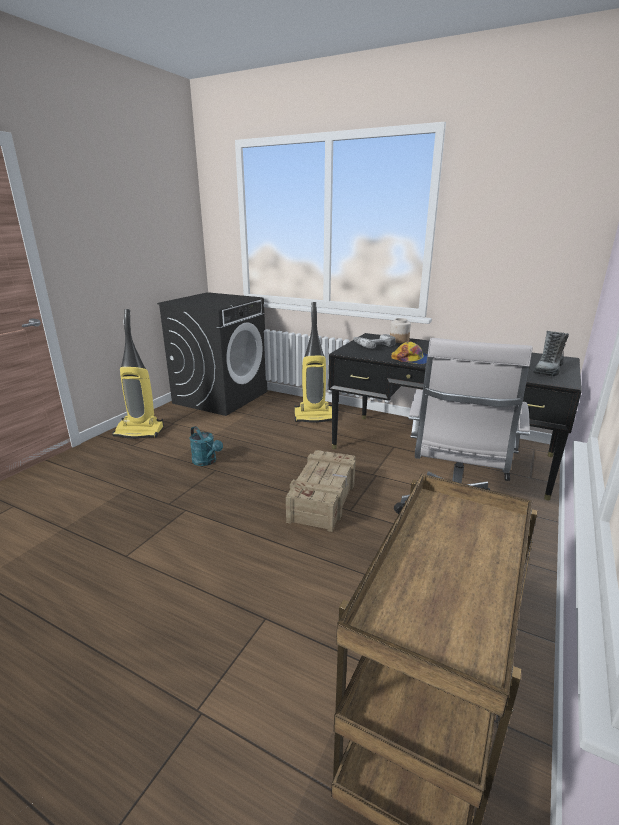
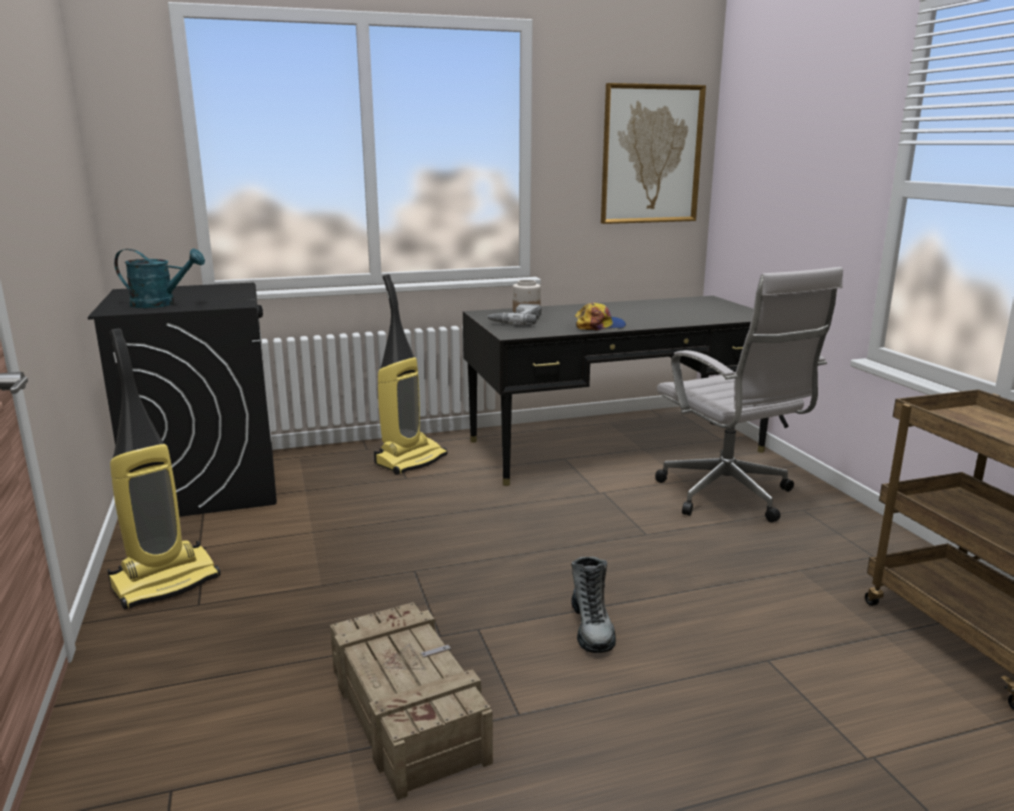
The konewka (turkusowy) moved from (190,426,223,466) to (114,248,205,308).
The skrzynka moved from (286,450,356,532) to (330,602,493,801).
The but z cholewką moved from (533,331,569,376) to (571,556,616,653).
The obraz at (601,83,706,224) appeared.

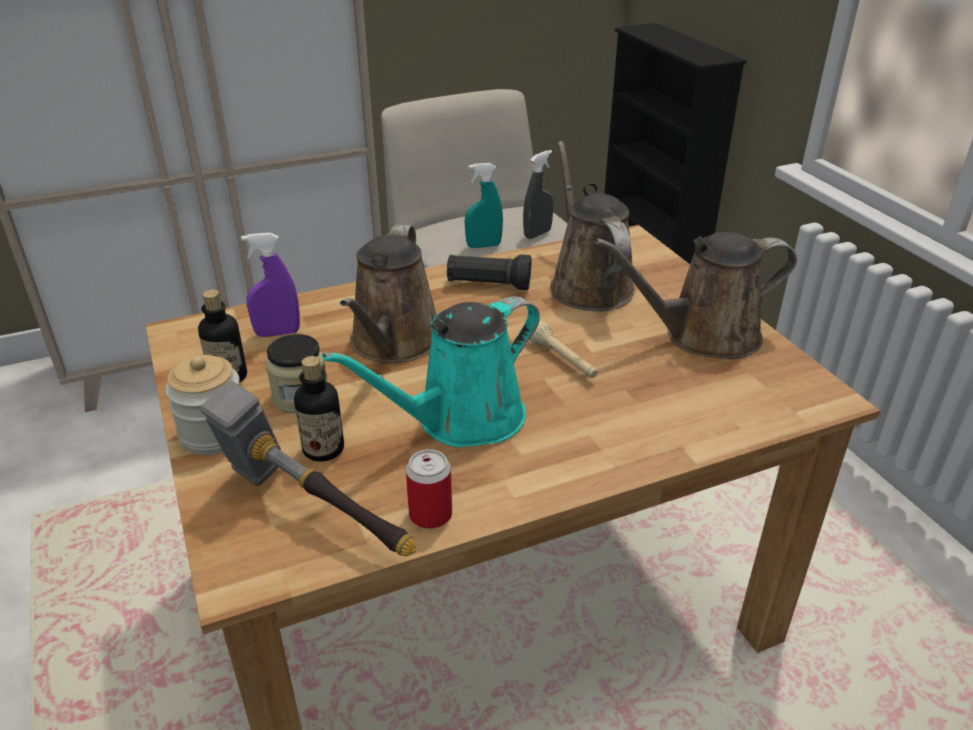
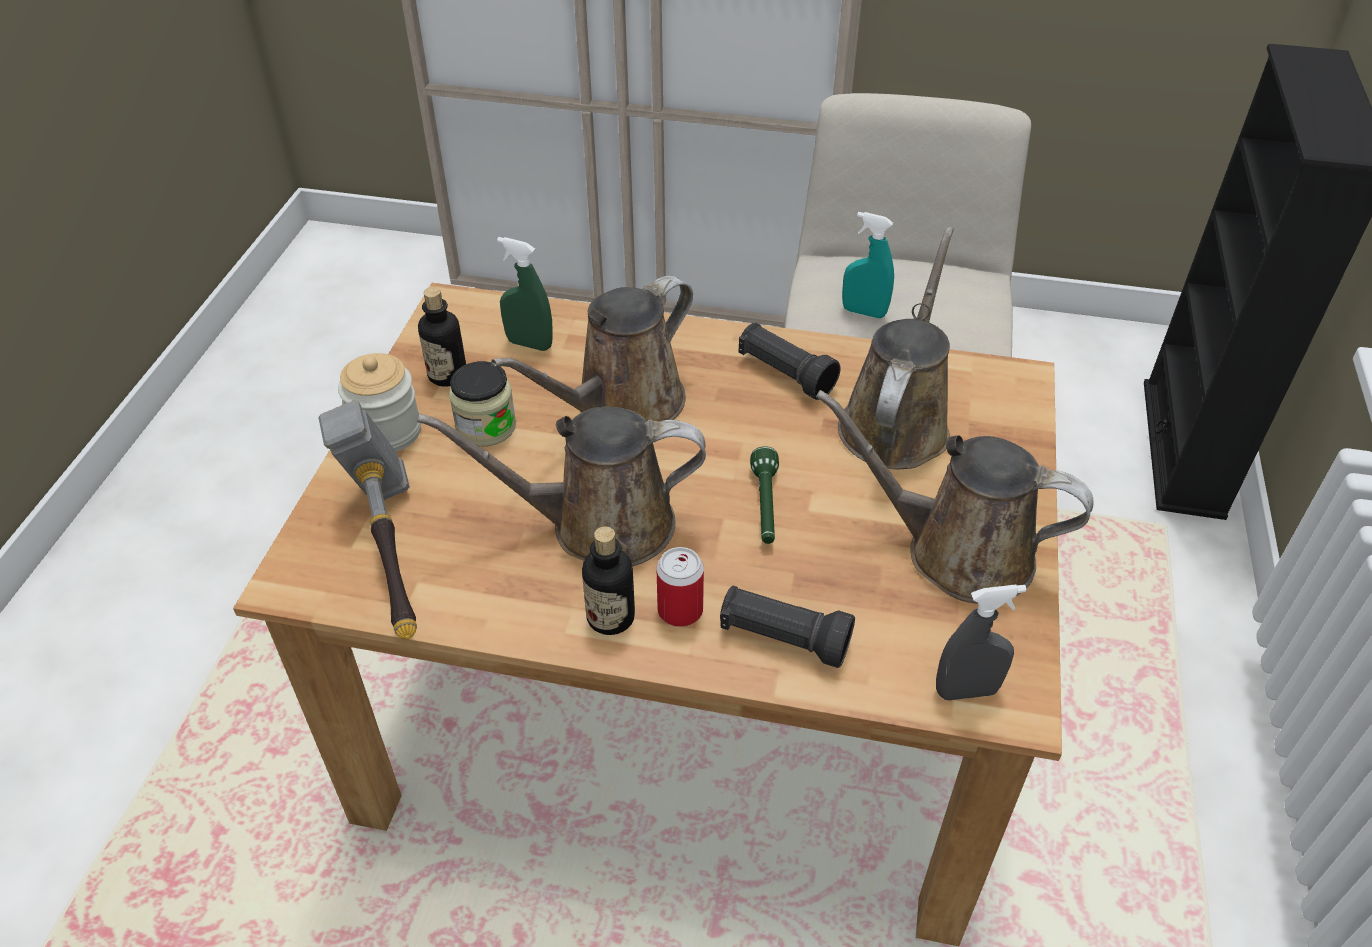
The spryskiwacz (fioletowy) at (241,233,300,337) became the spryskiwacz (zielony) at (497,237,553,351).
The butelka moved from (294,356,344,462) to (582,527,635,635).
The konewka (turkusowy) at (322,296,540,447) became the konewka (brązowy) at (417,406,706,567).
The puszka moved from (406,449,452,529) to (656,547,704,627).
The spryskiwacz (szary) moved from (523,150,553,239) to (936,585,1027,700).
The latarka (beżowy) at (530,320,598,378) became the latarka (zielony) at (750,446,779,544).
The latarka (czarny) at (720,586,855,668) appeared.

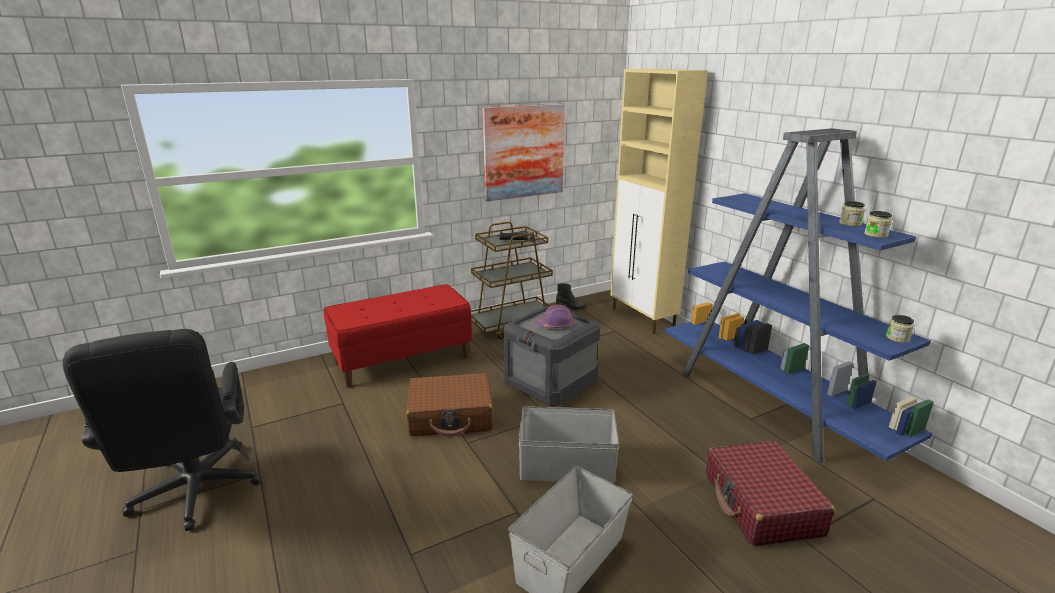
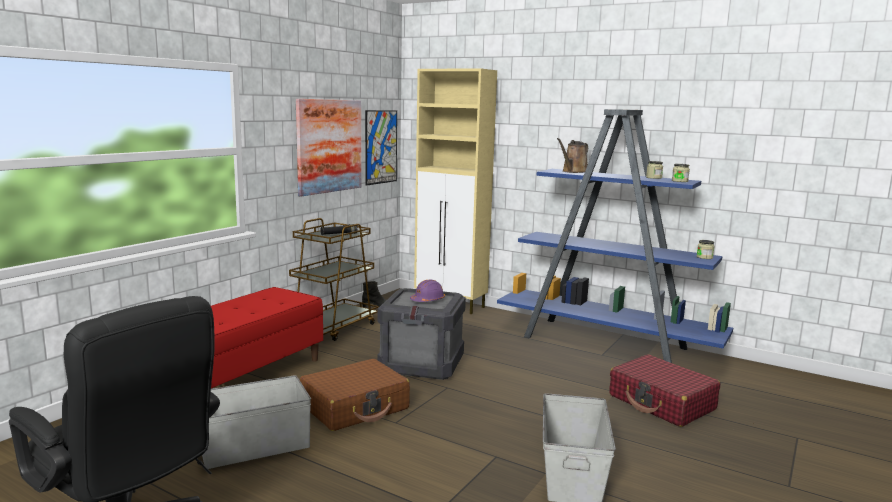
The pojemnik do przechowywania (szary) moved from (519,406,619,484) to (202,375,311,469).
The obraz at (365,110,397,186) appeared.
The konewka (brązowy) at (557,138,588,173) appeared.

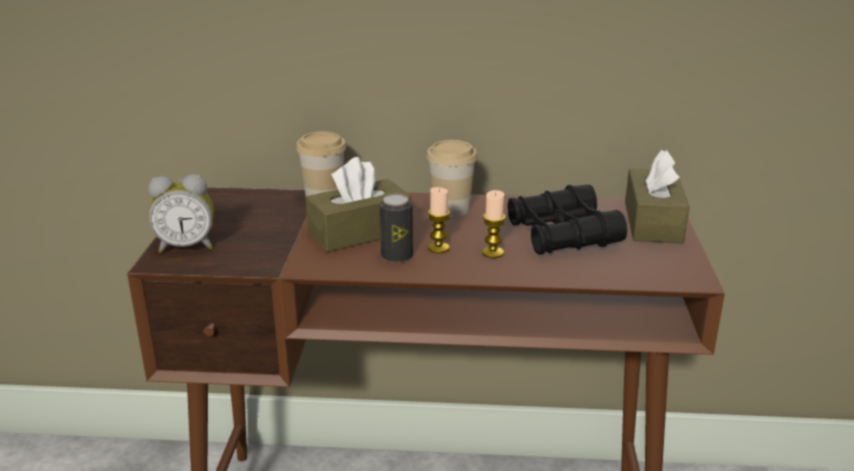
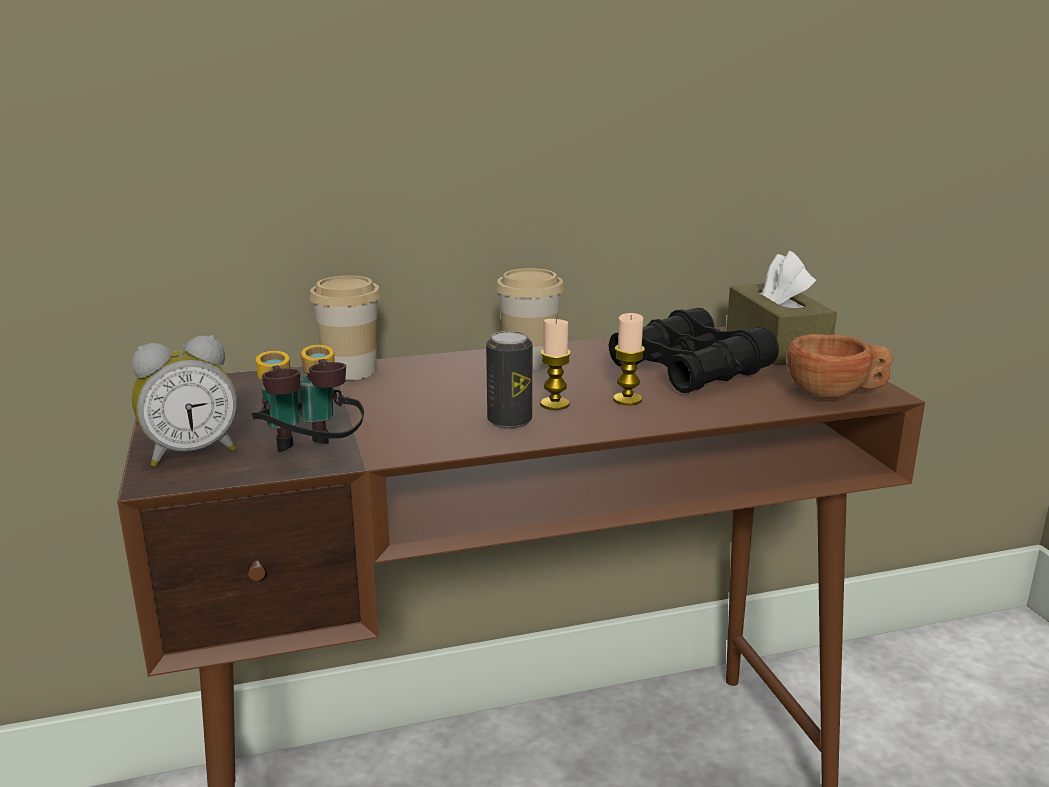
The pudełko chusteczek (brązowy) at (306,157,411,252) disappeared.
The lornetka at (251,345,364,452) appeared.
The filiżanka (brązowy) at (787,334,893,399) appeared.

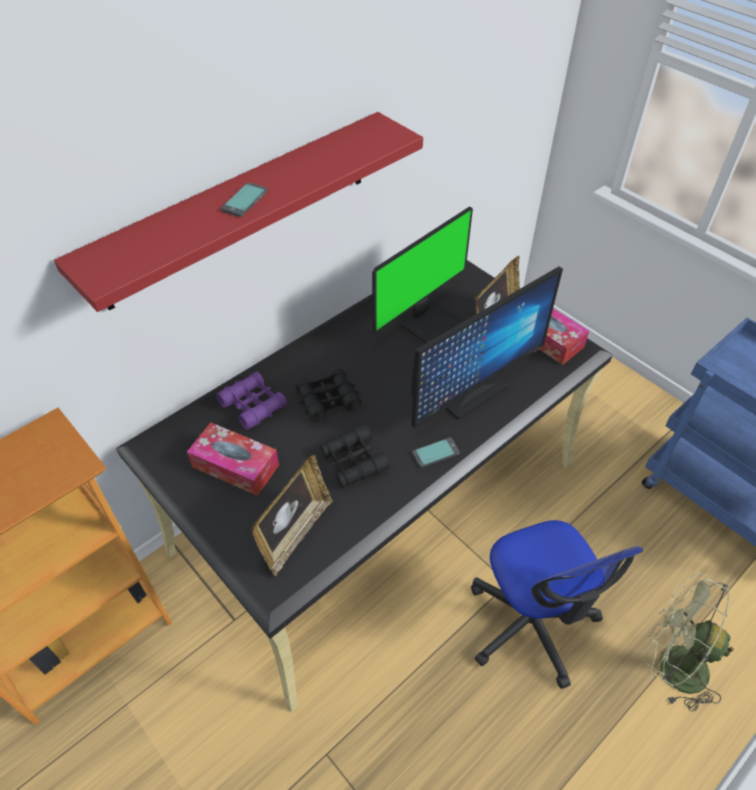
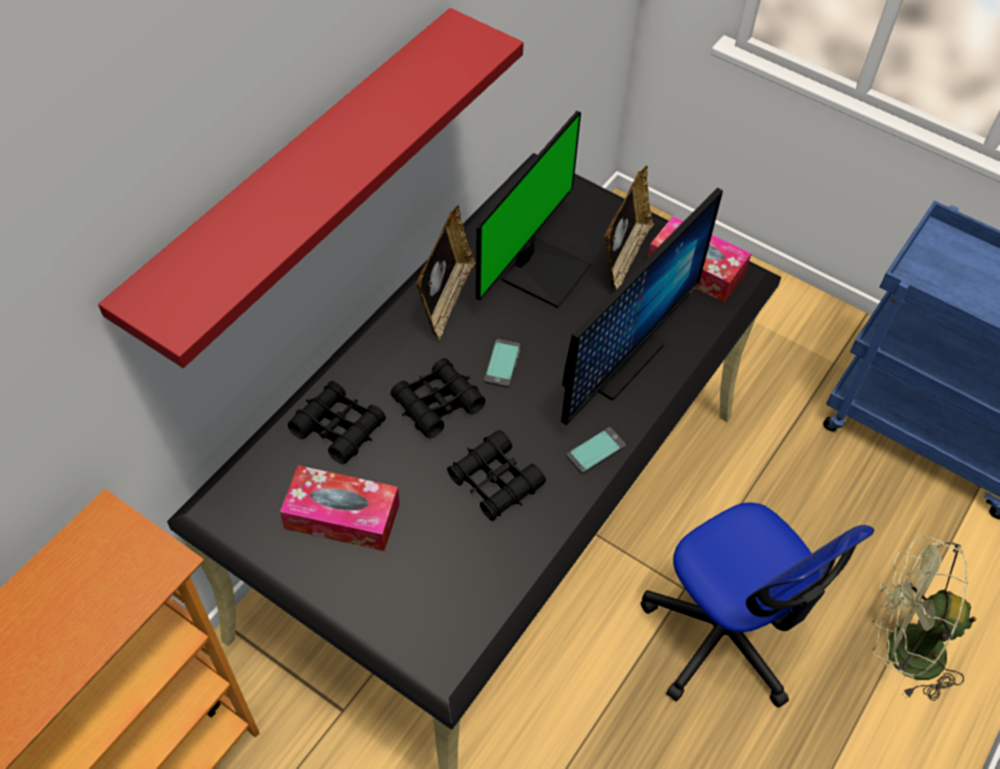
The lornetka (fioletowy) at (216,371,287,430) became the lornetka (czarny) at (288,381,386,464).
The telefon moved from (221,183,267,217) to (484,339,520,388).
The ramka na zdjęcie moved from (251,455,333,576) to (416,205,476,340).

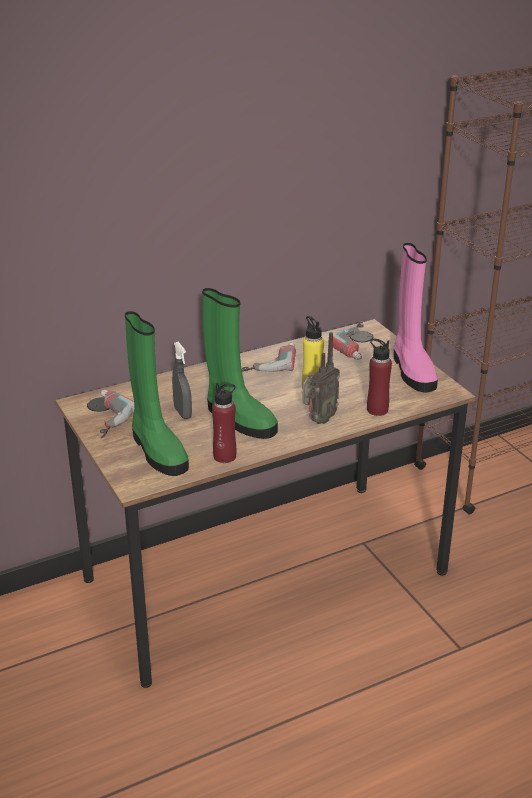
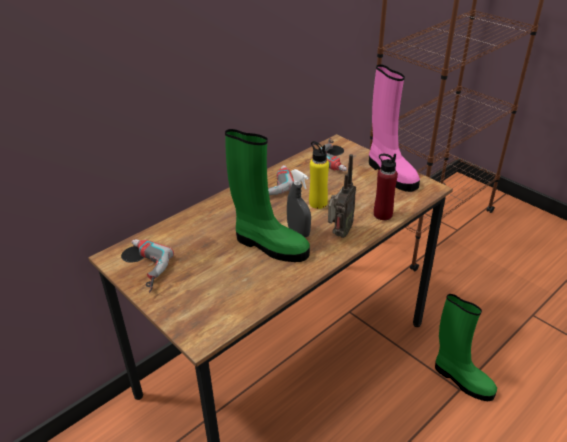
The but z cholewką (zielony) moved from (125,311,189,476) to (435,294,497,401).
The spryskiwacz (szary) moved from (172,342,192,419) to (287,169,311,237).
The butelka (czerwony) at (212,383,236,463) disappeared.

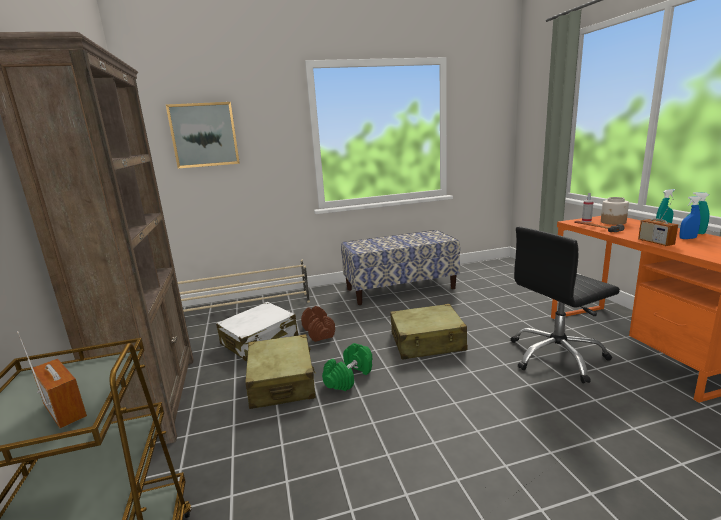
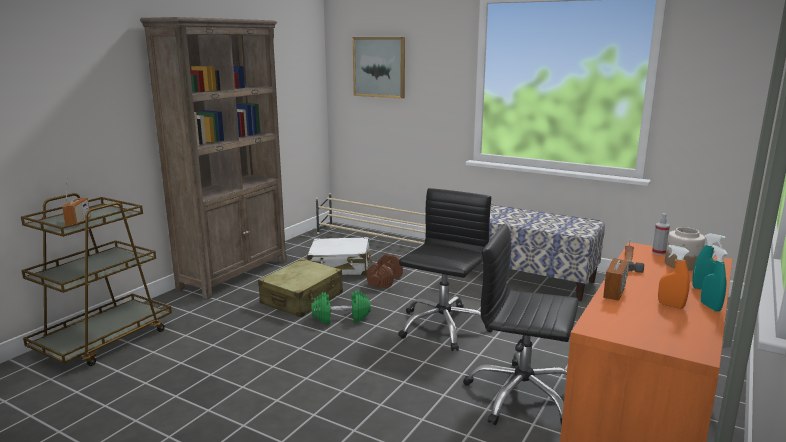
The walizka (beżowy) at (390,304,467,360) was replaced by the krzesło biurowe (czarny) at (398,188,493,351).
The spryskiwacz (niebieski) at (679,196,701,239) became the spryskiwacz (pomarańczowy) at (658,245,690,309).

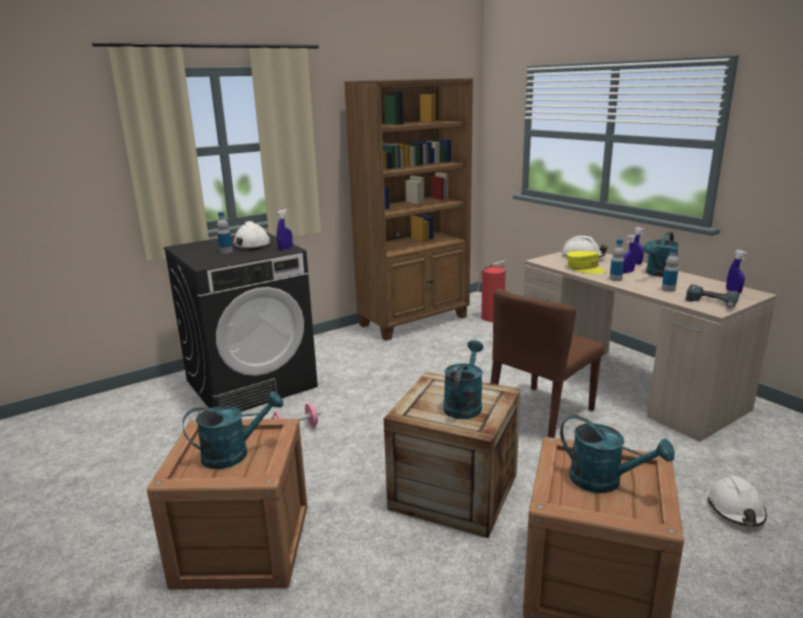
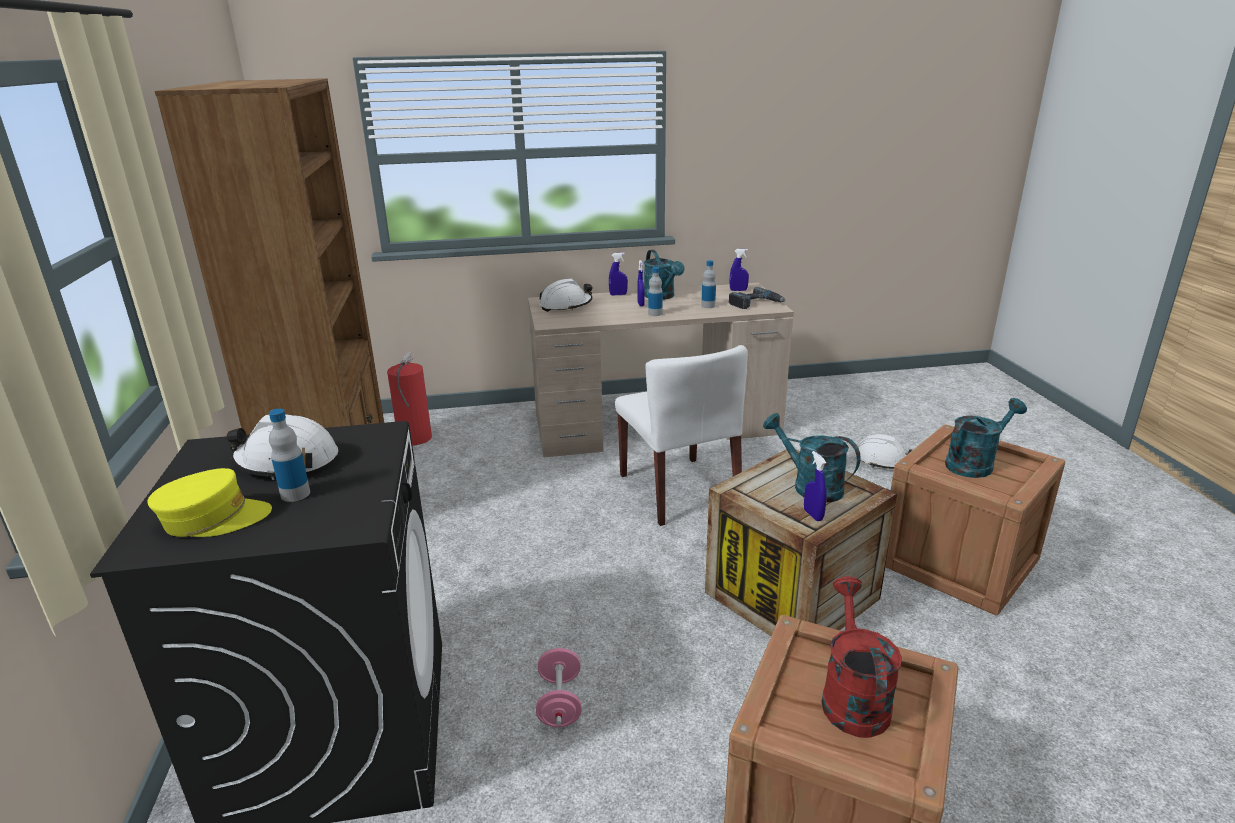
The konewka (turkusowy) at (183,391,284,469) became the konewka (czerwony) at (821,576,902,738).
The spryskiwacz (niebieski) moved from (277,209,293,250) to (804,451,827,521).
The krzesło (brązowy) at (490,288,605,438) became the krzesło (biały) at (615,345,748,526).
The czapka z daszkiem (żółty) moved from (567,251,606,274) to (147,468,272,537).

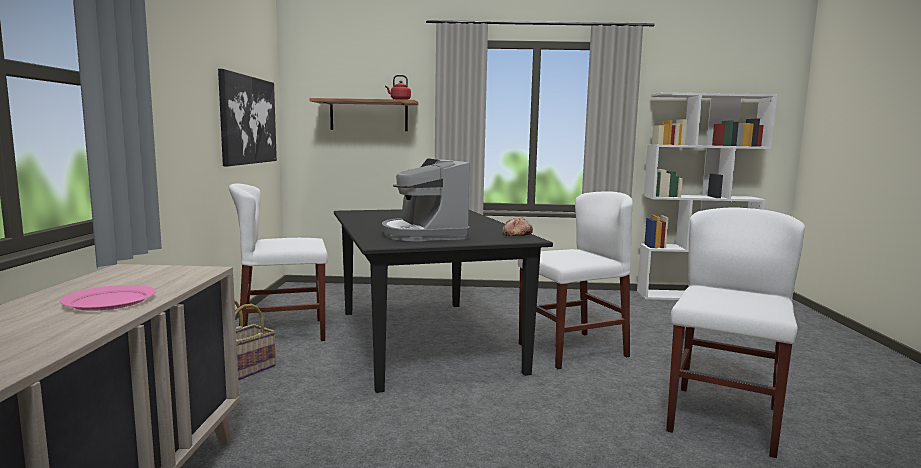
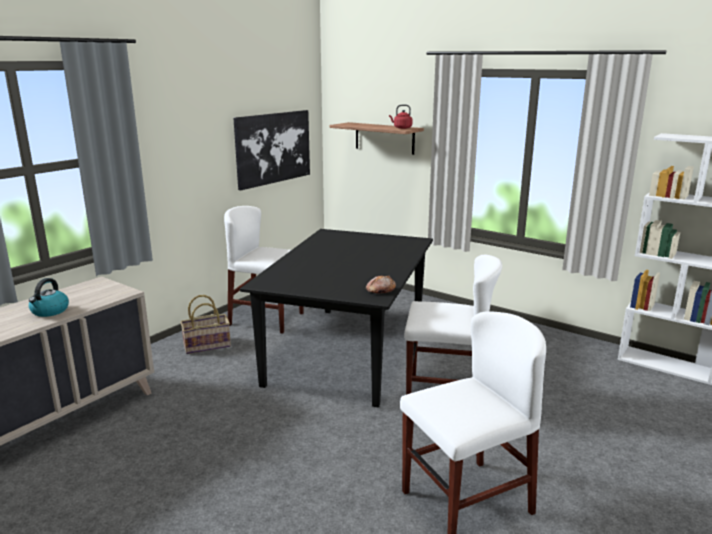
The talerz (różowy) at (60,285,156,311) was replaced by the czajnik at (29,278,69,317).
The ekspres do kawy at (382,158,471,241) disappeared.

